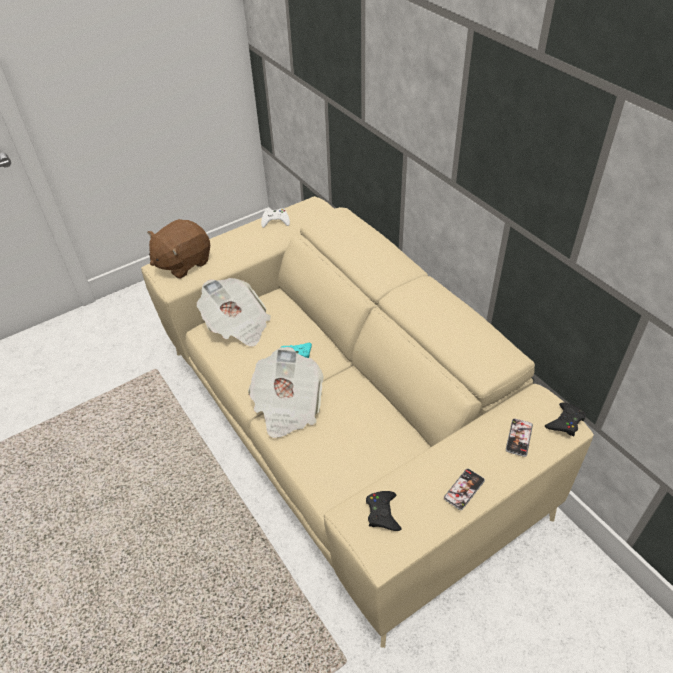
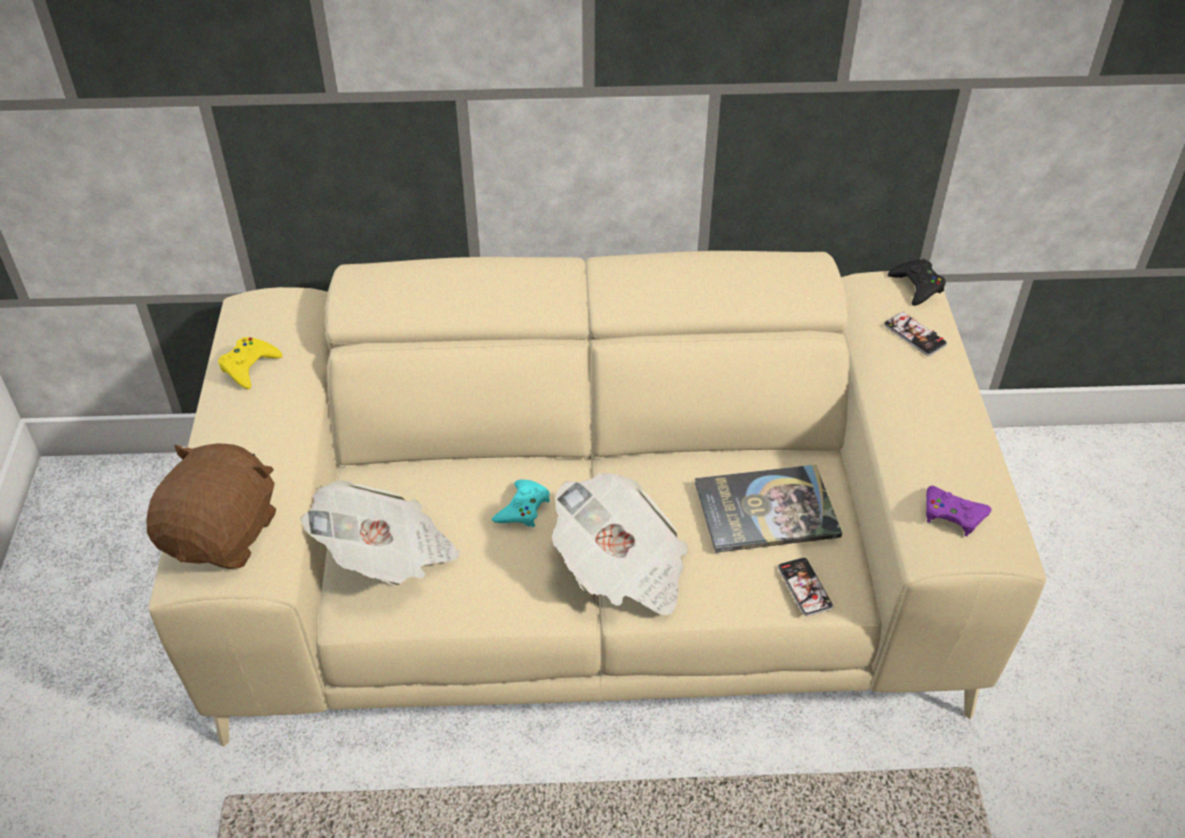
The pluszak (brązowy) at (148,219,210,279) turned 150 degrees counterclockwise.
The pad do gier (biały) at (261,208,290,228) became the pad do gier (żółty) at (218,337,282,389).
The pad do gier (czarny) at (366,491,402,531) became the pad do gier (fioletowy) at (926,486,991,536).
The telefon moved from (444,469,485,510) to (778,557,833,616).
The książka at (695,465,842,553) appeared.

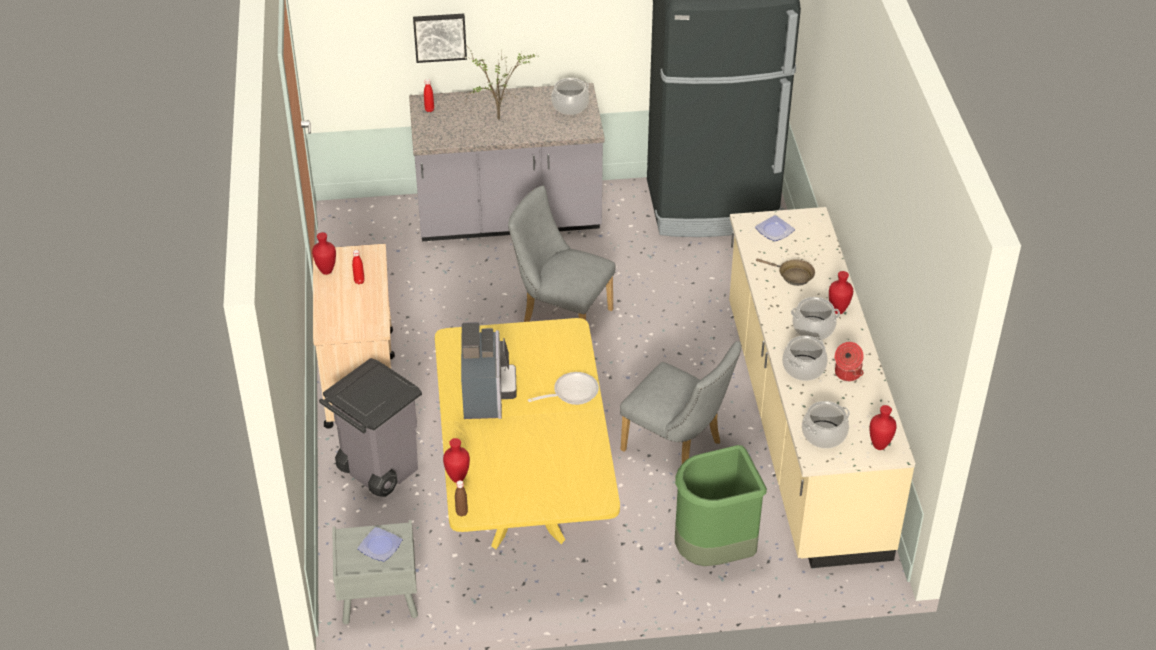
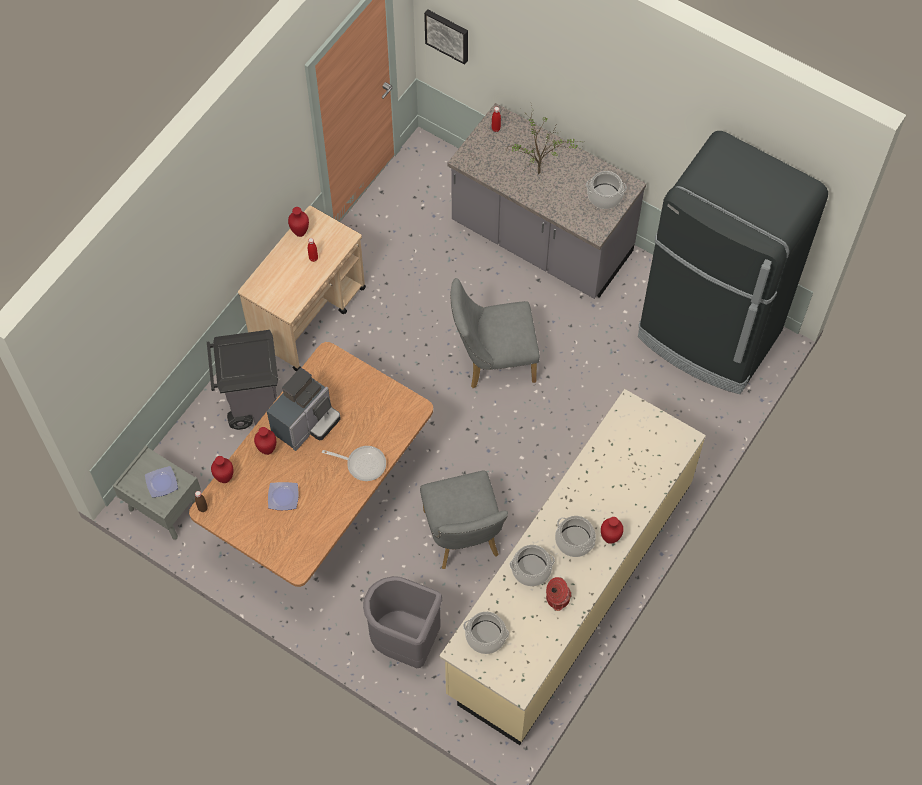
The obraz moved from (413,14,467,63) to (424,9,468,65).
The stół jadalny (żółty) at (435,318,620,549) became the stół jadalny (brązowy) at (189,342,433,587).
The krzesło (szary) at (508,186,616,322) turned 75 degrees counterclockwise.
The kosz na śmieci (zielony) at (675,445,767,566) became the kosz na śmieci (szary) at (363,576,442,668).
The talerz moved from (755,215,795,241) to (268,482,298,510).
The patelnia (brązowy) at (756,258,815,286) disappeared.
The wazon (czerwony) moved from (870,405,897,450) to (254,427,276,455).

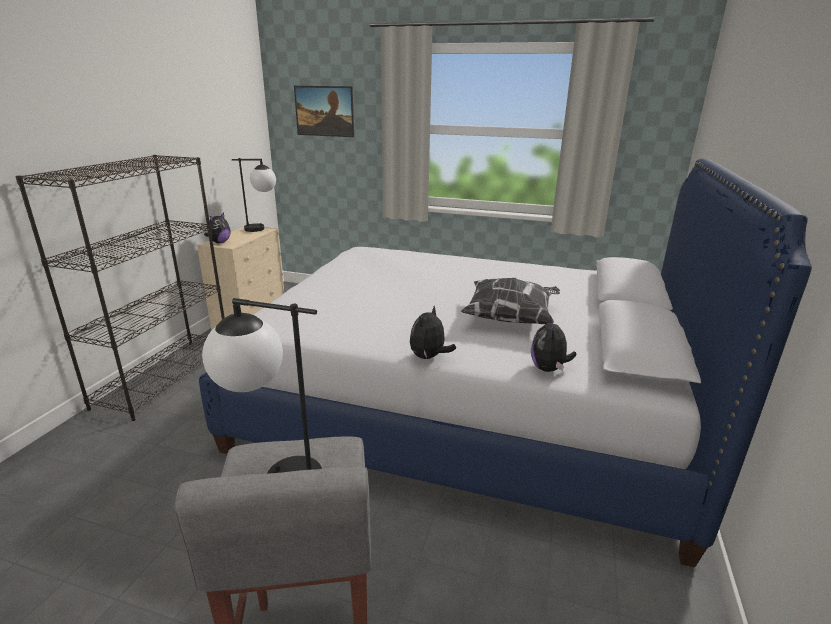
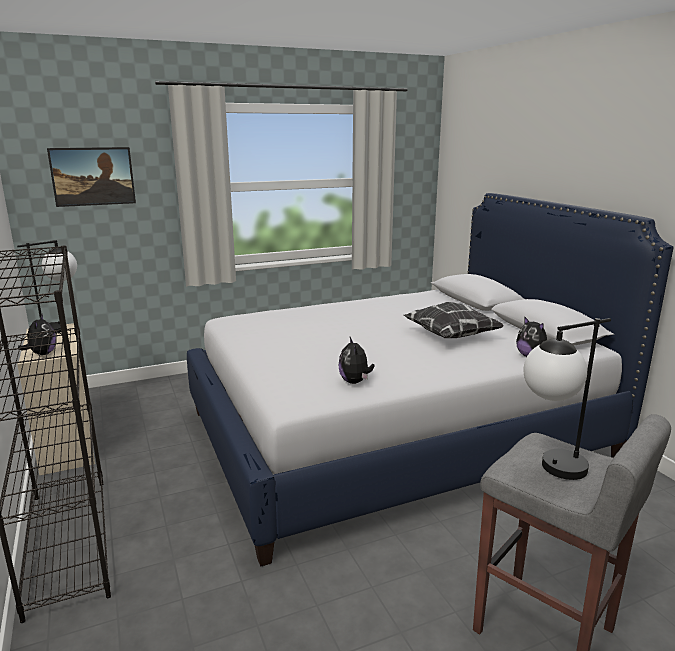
The pluszak moved from (410,306,456,359) to (339,337,375,384).

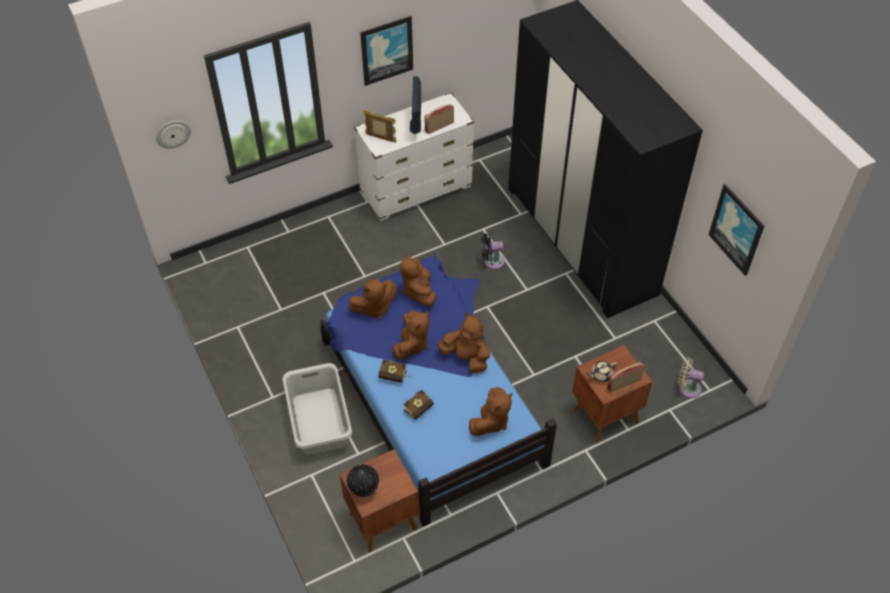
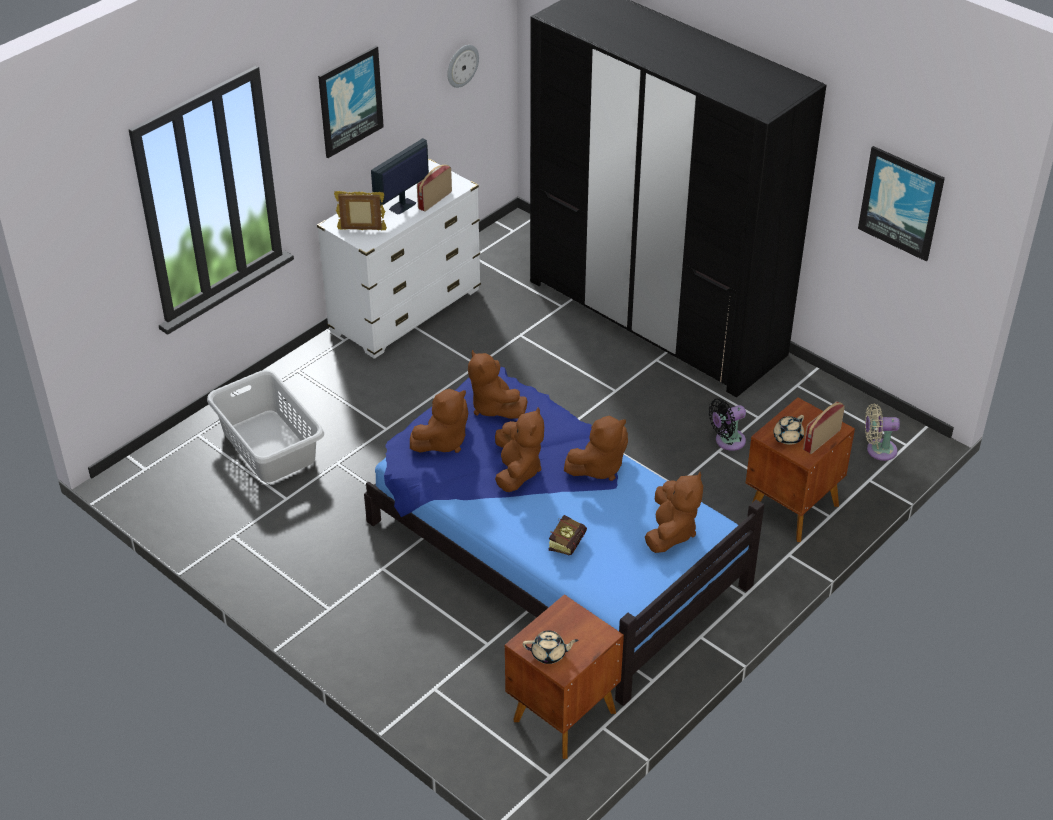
The zegar ścienny moved from (156,120,191,149) to (447,45,479,88).
The kosz na pranie (szary) moved from (283,363,352,454) to (207,370,324,483).
The globus at (347,464,379,497) was replaced by the imbryk (beżowy) at (523,631,579,664).
The książka at (378,359,412,383) disappeared.
The monitor at (410,76,421,134) turned 60 degrees clockwise.
The pluszak (brązowy) at (437,313,490,373) turned 135 degrees clockwise.
The wentylator (czarny) moved from (481,233,505,269) to (709,398,746,451).

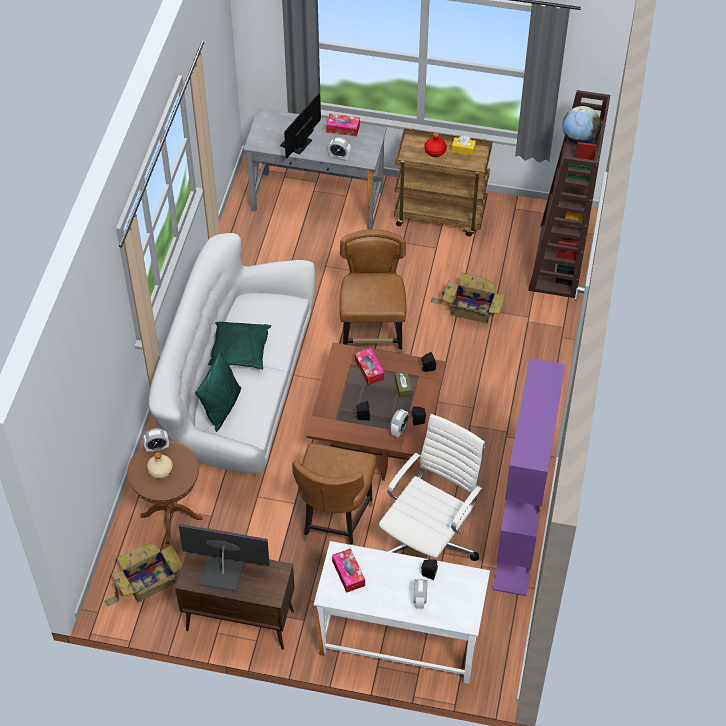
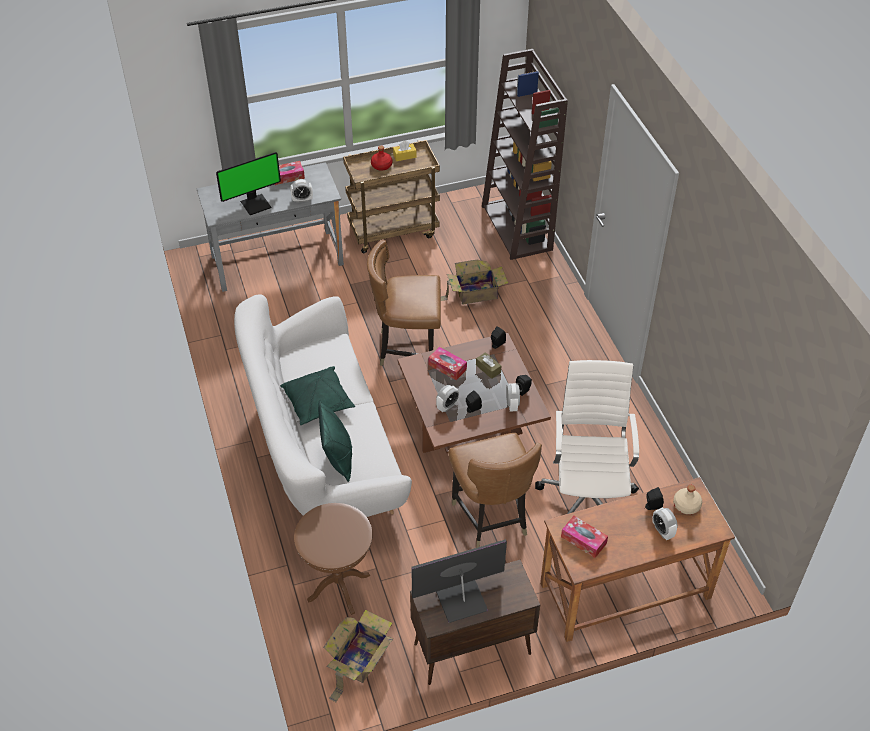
The budzik moved from (143,428,169,452) to (436,385,459,412).
The butelka (beżowy) moved from (147,452,173,479) to (673,485,702,514).
The monitor at (280,93,321,158) turned 120 degrees counterclockwise.
The biurko (biały) at (314,541,490,684) became the biurko (brązowy) at (540,477,735,642).
The krzesło (brązowy) at (339,229,406,354) turned 60 degrees counterclockwise.
The regał (fioletowy) at (493,358,566,596) disappeared.
The globus at (563,106,601,144) disappeared.

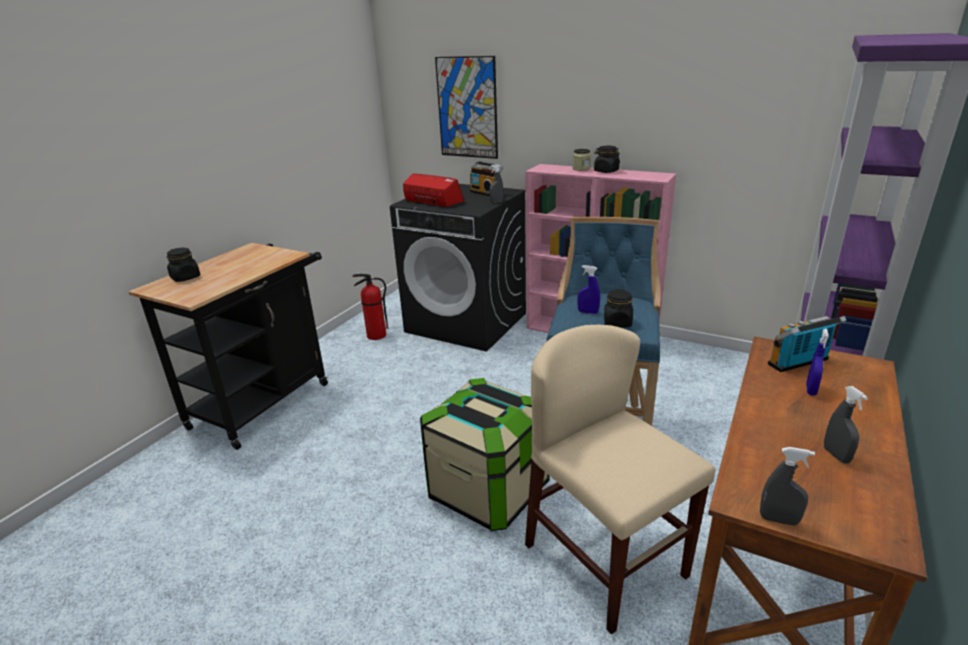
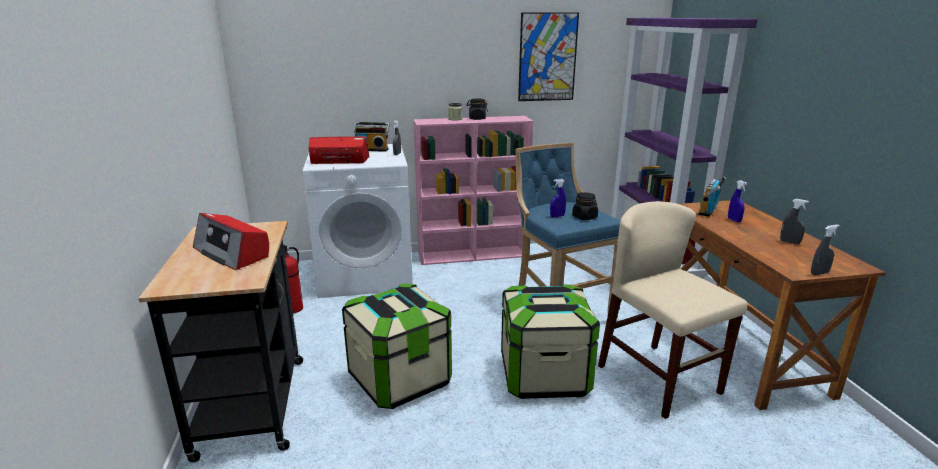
The słoik (czarny) at (167,248,200,282) disappeared.
The pralka (czarny) at (390,184,526,352) became the pralka (biały) at (303,144,413,298).
The obraz moved from (435,56,498,159) to (518,12,579,101).
The krzesło (beżowy) at (525,325,715,635) turned 45 degrees clockwise.
The radio at (193,213,269,270) appeared.
The pojemnik do przechowywania at (342,284,452,409) appeared.

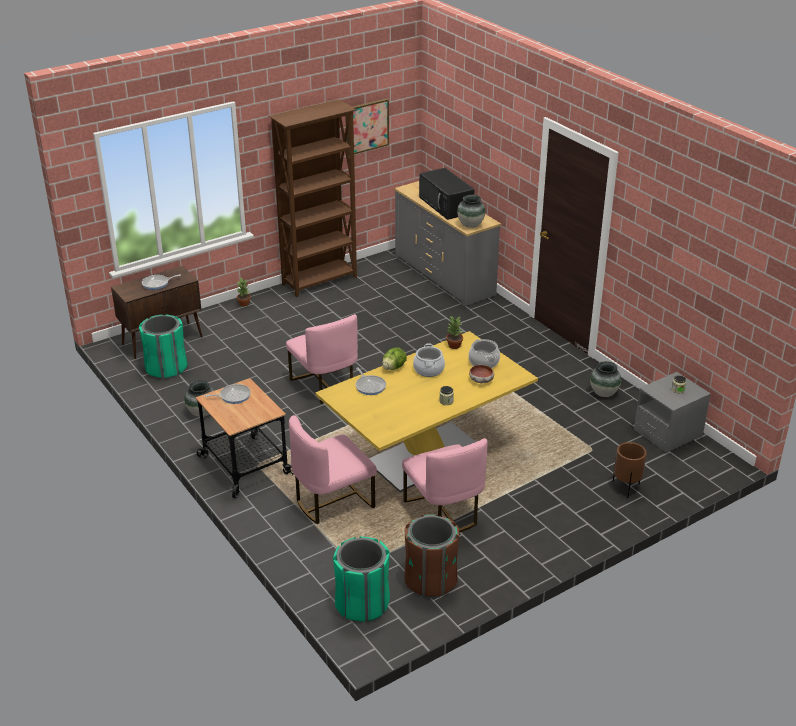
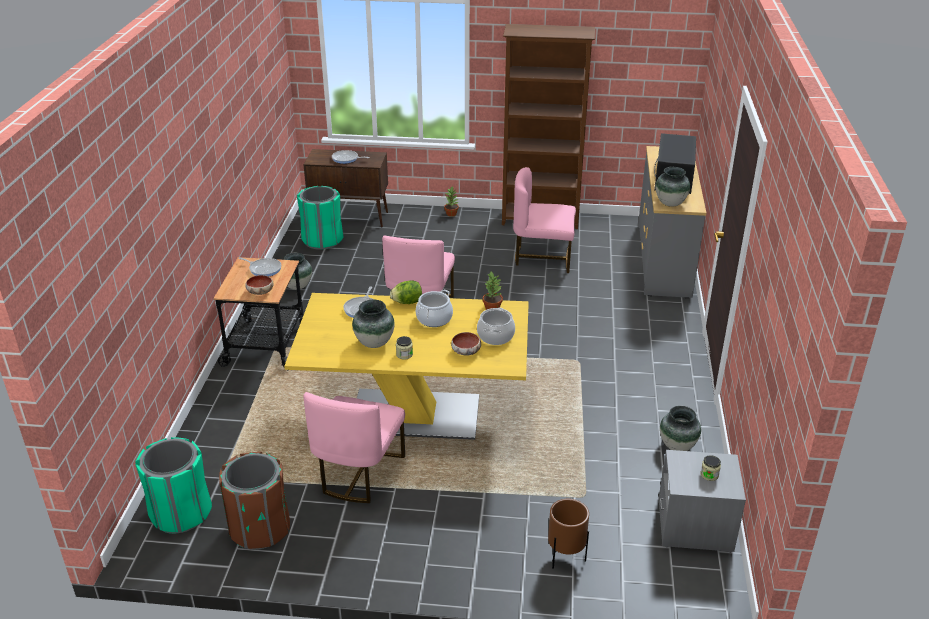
The krzesło (różowy) moved from (289,415,377,524) to (513,167,576,273).
The obraz at (345,98,389,156) disappeared.
The miska at (245,275,273,295) appeared.
The wazon at (352,300,394,348) appeared.

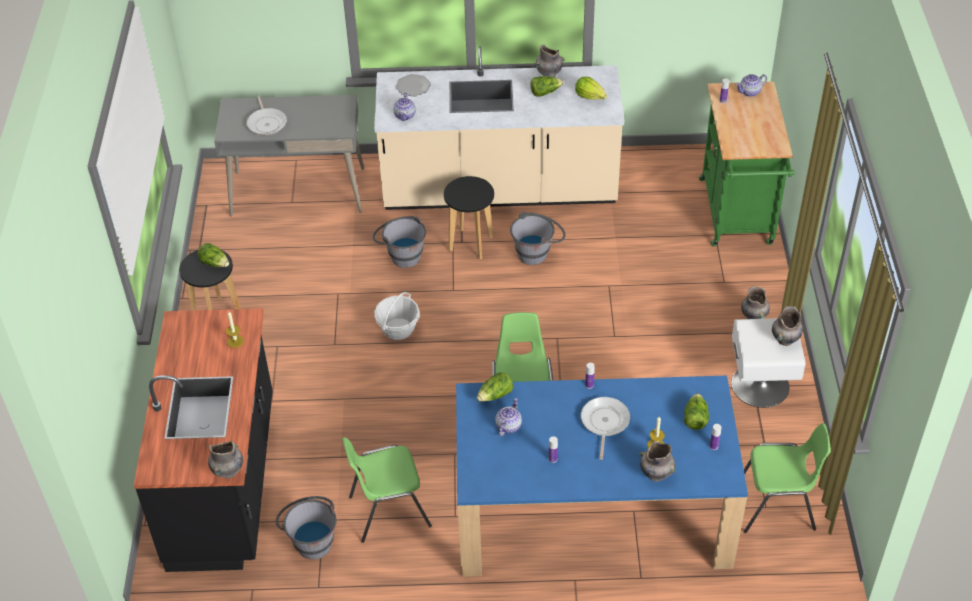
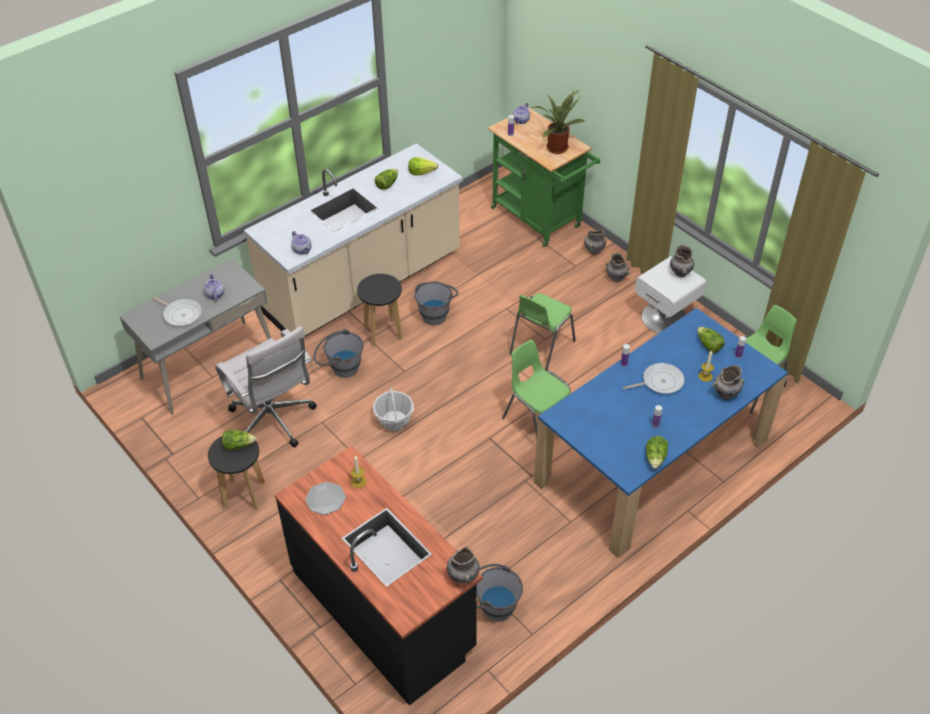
The krzesło (zielony) moved from (342,437,432,543) to (509,293,576,371).
The talerz moved from (395,74,431,97) to (305,482,346,515).
The sałata moved from (477,372,513,402) to (646,436,668,469).
The imbryk moved from (495,398,522,437) to (204,273,224,301).
The wazon (szary) moved from (535,44,565,77) to (584,229,606,254).
The patelnia at (581,397,630,460) turned 105 degrees clockwise.
The krzesło biurowe (biały) at (215,326,317,447) appeared.
The roślina doniczkowa at (531,90,585,154) appeared.

